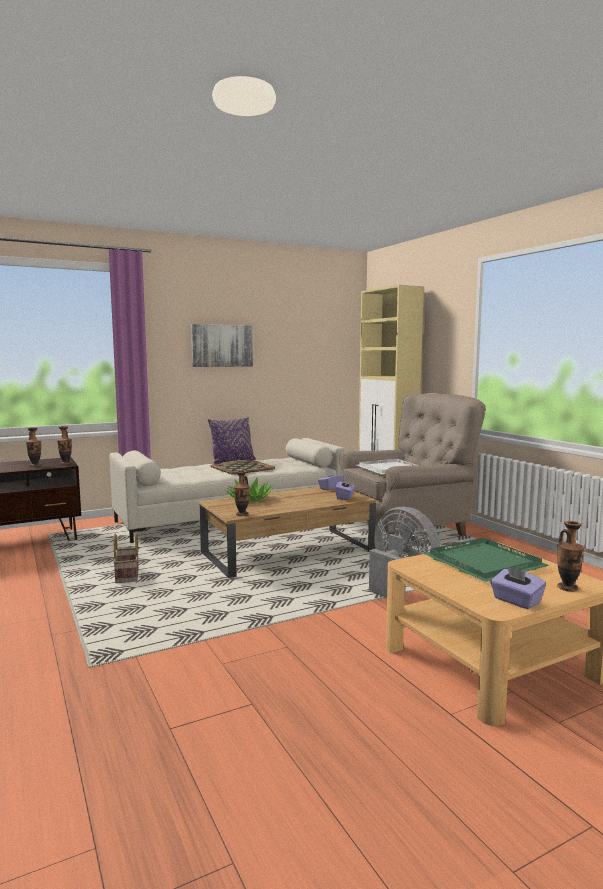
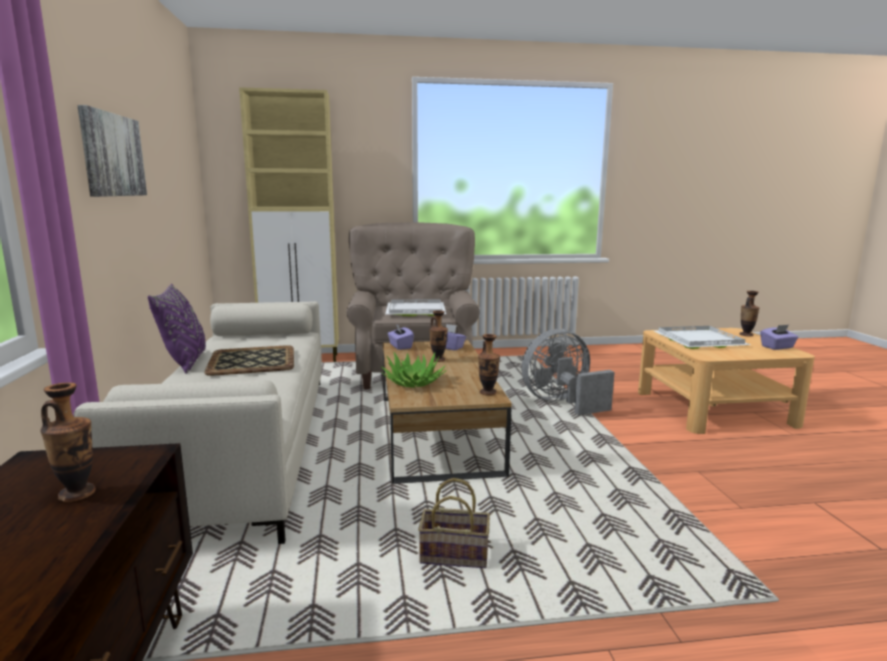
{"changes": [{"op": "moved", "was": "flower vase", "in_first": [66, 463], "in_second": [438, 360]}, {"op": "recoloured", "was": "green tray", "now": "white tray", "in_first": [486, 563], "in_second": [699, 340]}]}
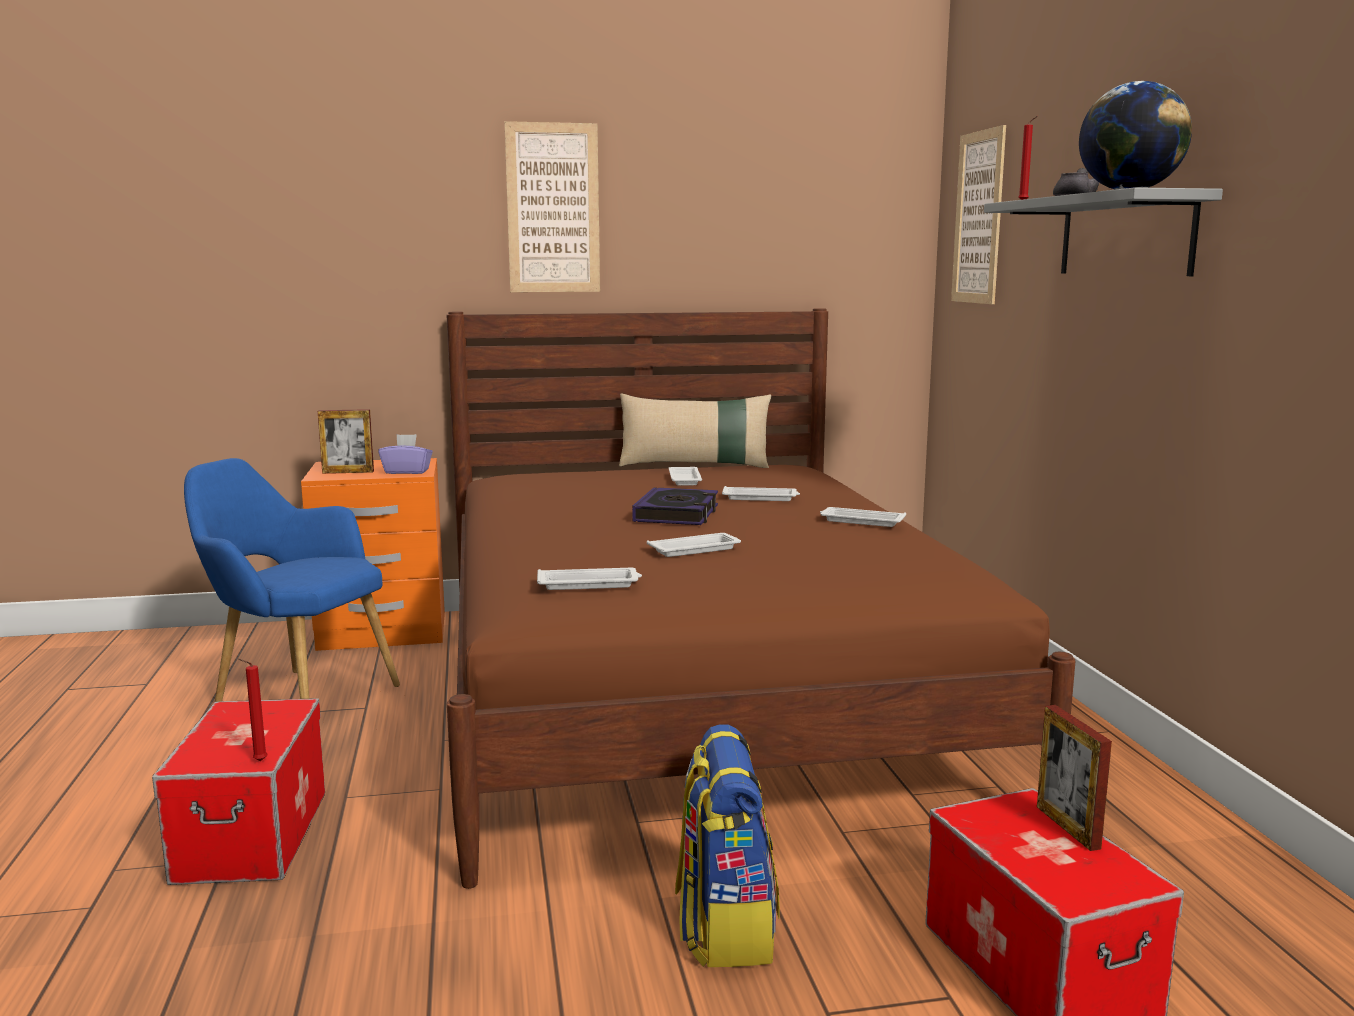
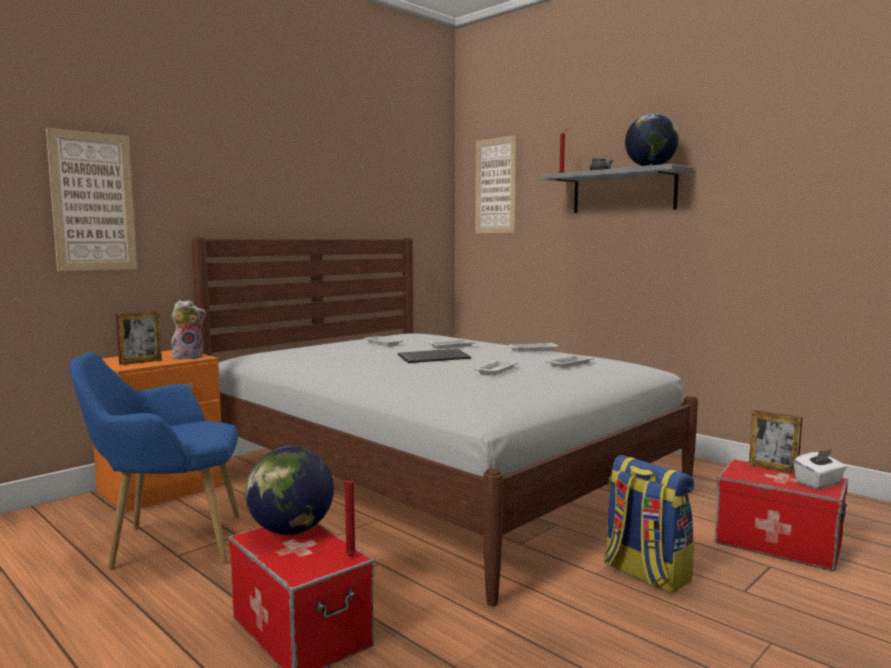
{"changes": [{"op": "removed", "was": "beige cushion", "in_first": [695, 465]}, {"op": "added", "now": "world globe", "in_second": [291, 530]}, {"op": "added", "now": "white tissue holder", "in_second": [818, 483]}, {"op": "moved", "was": "wall picture", "in_first": [553, 208], "in_second": [93, 202]}, {"op": "moved", "was": "white tray", "in_first": [590, 584], "in_second": [570, 364]}, {"op": "replaced", "was": "purple tissue holder", "now": "plush toy", "in_first": [407, 471], "in_second": [188, 357]}, {"op": "replaced", "was": "book", "now": "PC keyboard", "in_first": [677, 514], "in_second": [434, 358]}, {"op": "recoloured", "was": "brown bedroom bed", "now": "white bedroom bed", "in_first": [693, 695], "in_second": [436, 477]}]}
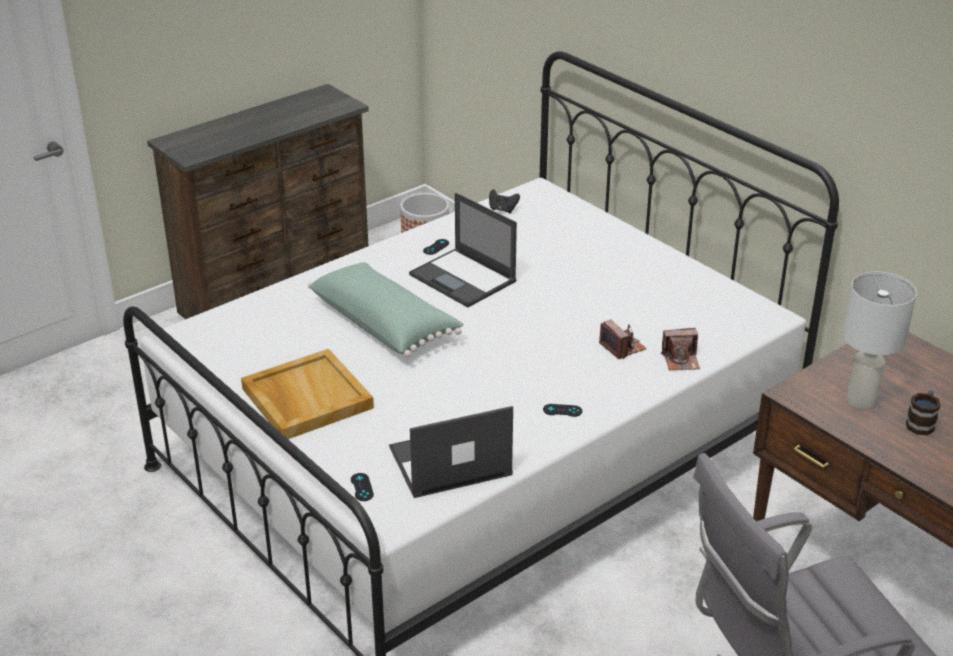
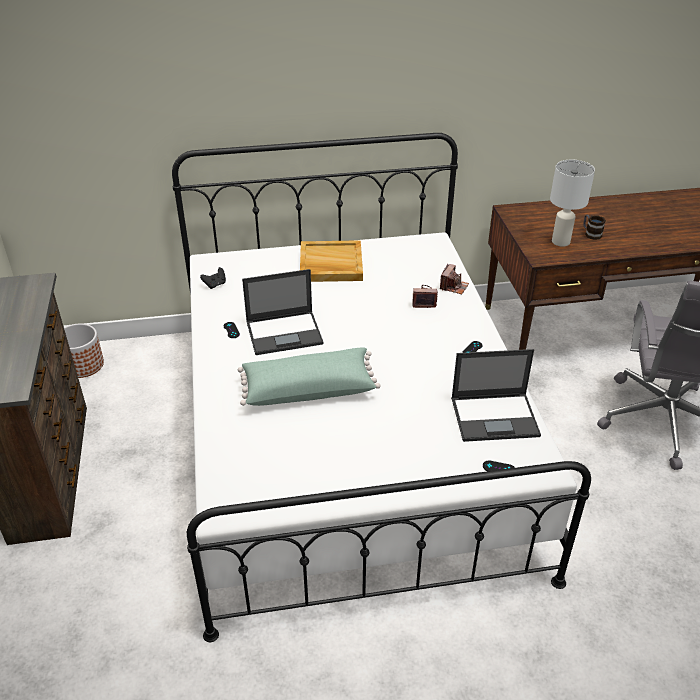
{"changes": [{"op": "moved", "was": "beige tray", "in_first": [306, 398], "in_second": [330, 264]}, {"op": "turned", "was": "notebook computer", "in_first": [448, 462], "in_second": [495, 417], "clockwise": -105}]}
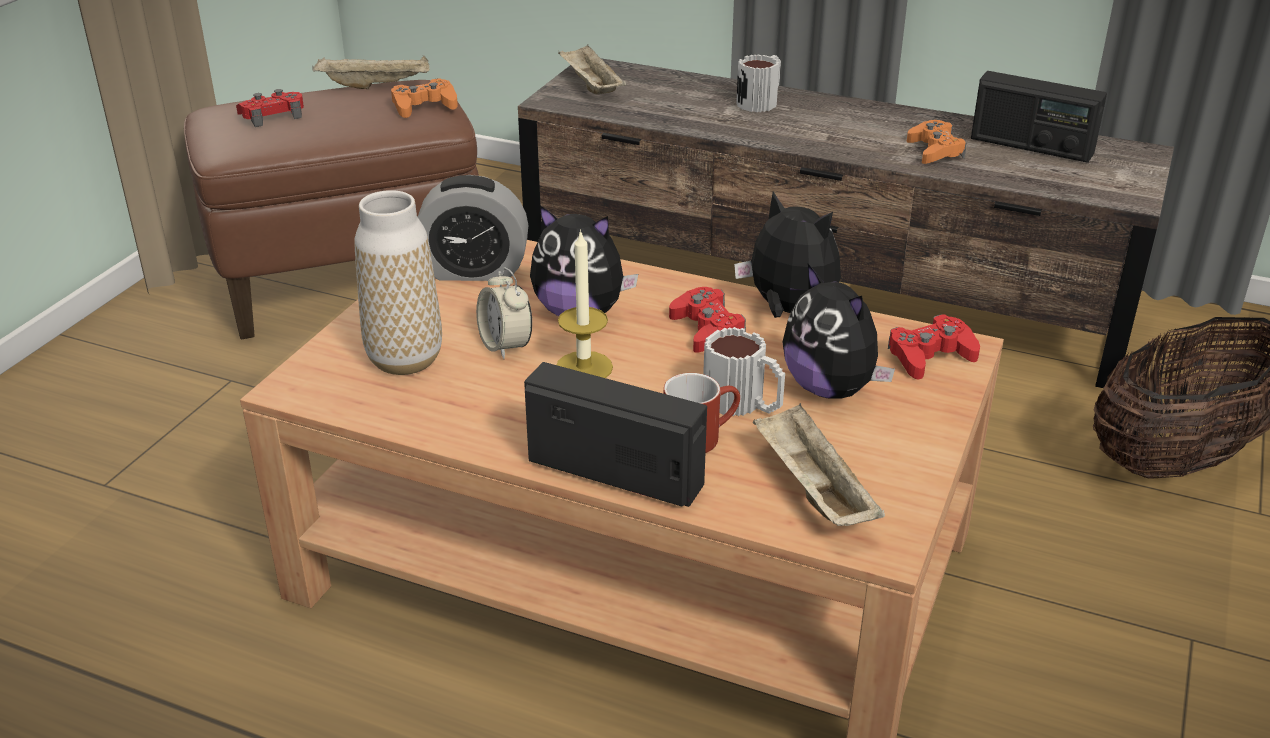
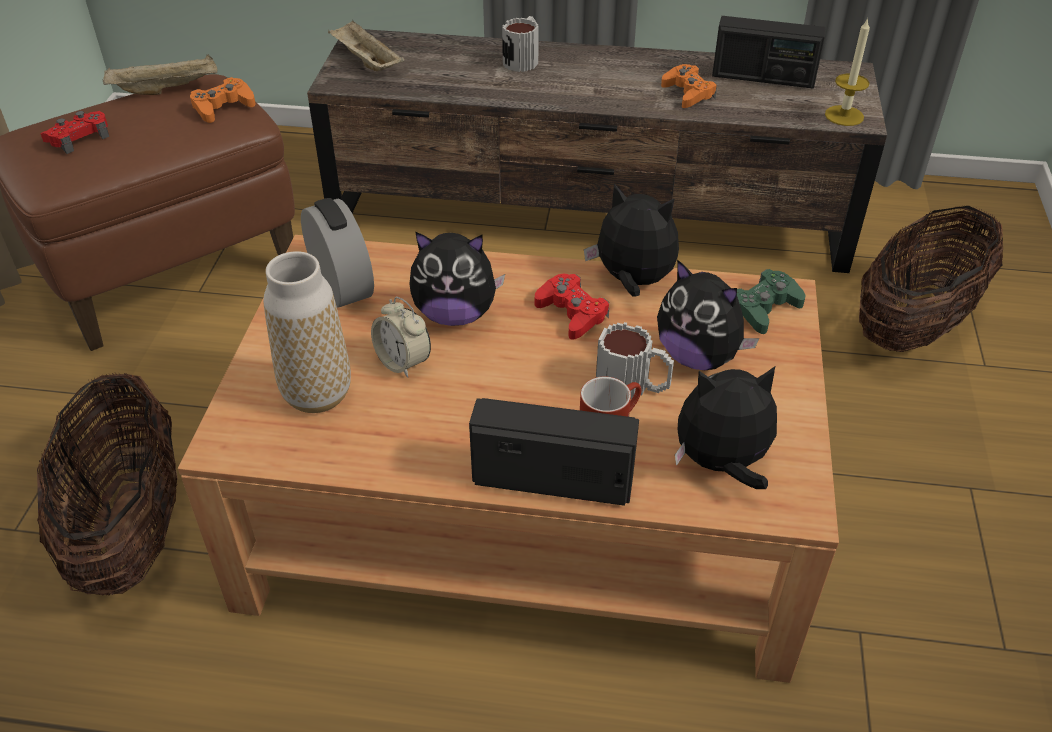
{"changes": [{"op": "added", "now": "basket", "in_second": [131, 528]}, {"op": "moved", "was": "wax light", "in_first": [584, 367], "in_second": [844, 115]}, {"op": "replaced", "was": "beige tray", "now": "plush toy", "in_first": [811, 489], "in_second": [721, 464]}, {"op": "recoloured", "was": "red-coloured game controller", "now": "green game controller", "in_first": [930, 356], "in_second": [764, 308]}, {"op": "turned", "was": "table clock", "in_first": [474, 271], "in_second": [341, 284], "clockwise": -105}]}
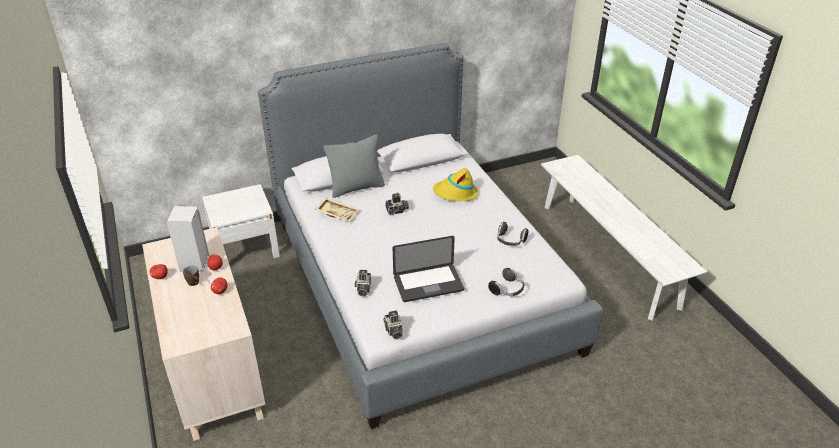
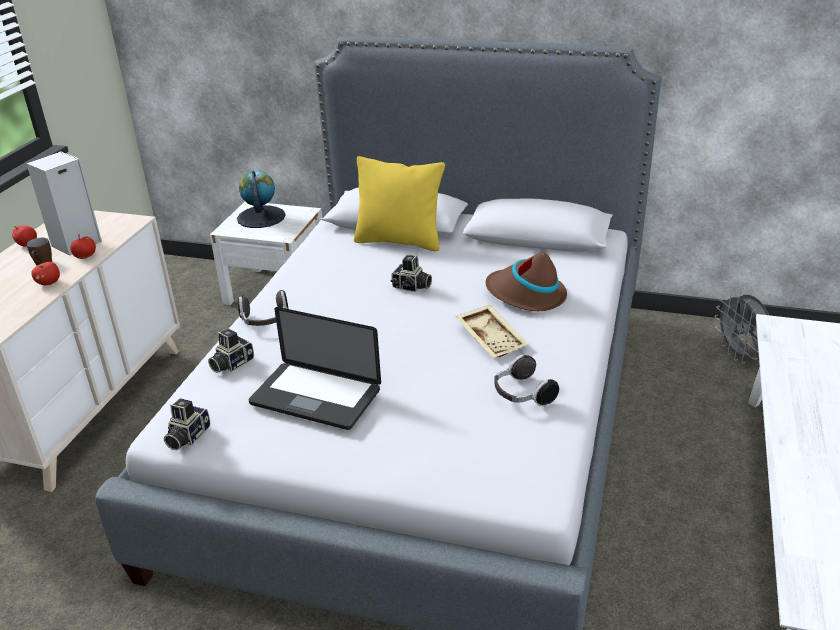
{"changes": [{"op": "added", "now": "world globe", "in_second": [261, 217]}, {"op": "added", "now": "grey fan", "in_second": [740, 355]}, {"op": "moved", "was": "beige tray", "in_first": [338, 213], "in_second": [492, 338]}, {"op": "moved", "was": "headset", "in_first": [507, 290], "in_second": [265, 321]}, {"op": "recoloured", "was": "grey cushion", "now": "yellow cushion", "in_first": [356, 187], "in_second": [399, 241]}, {"op": "recoloured", "was": "yellow wearable hat", "now": "brown wearable hat", "in_first": [455, 193], "in_second": [525, 295]}]}
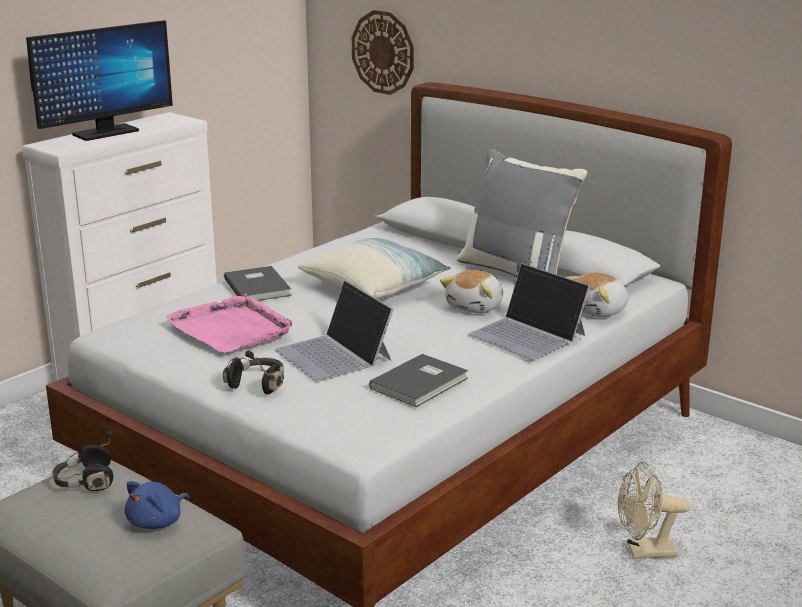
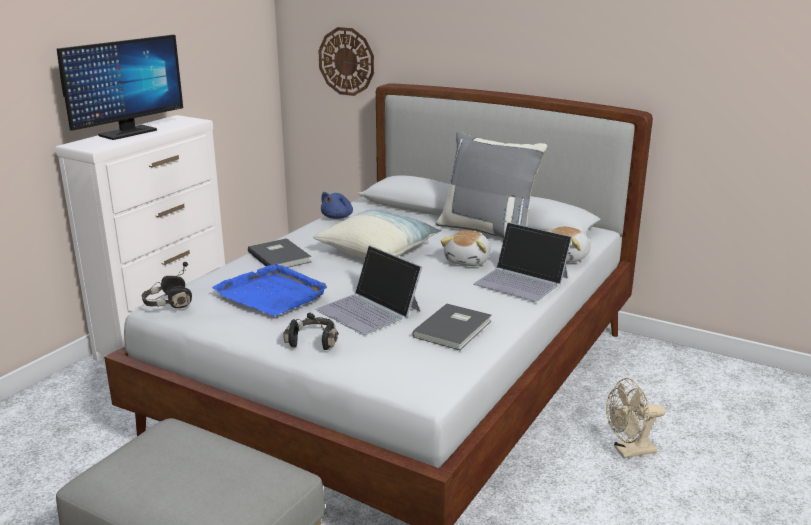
{"changes": [{"op": "moved", "was": "black-coloured headset", "in_first": [86, 482], "in_second": [168, 303]}, {"op": "moved", "was": "blue-coloured plush toy", "in_first": [157, 522], "in_second": [338, 217]}, {"op": "recoloured", "was": "pink-coloured tray", "now": "blue-coloured tray", "in_first": [232, 328], "in_second": [272, 294]}]}
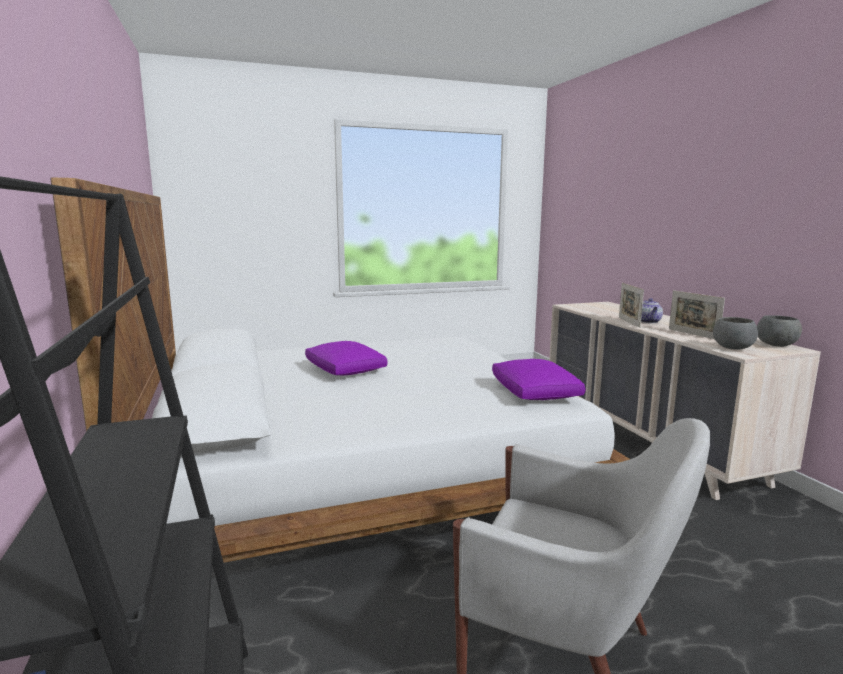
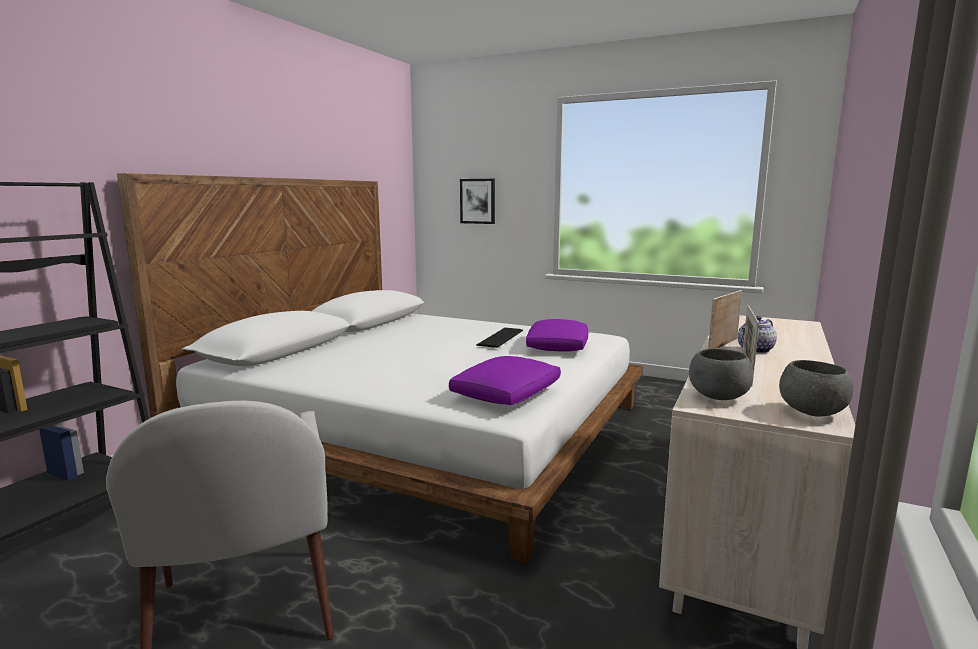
{"changes": [{"op": "added", "now": "wall picture", "in_second": [477, 201]}, {"op": "added", "now": "PC keyboard", "in_second": [499, 338]}, {"op": "moved", "was": "purple cushion", "in_first": [344, 369], "in_second": [557, 346]}]}
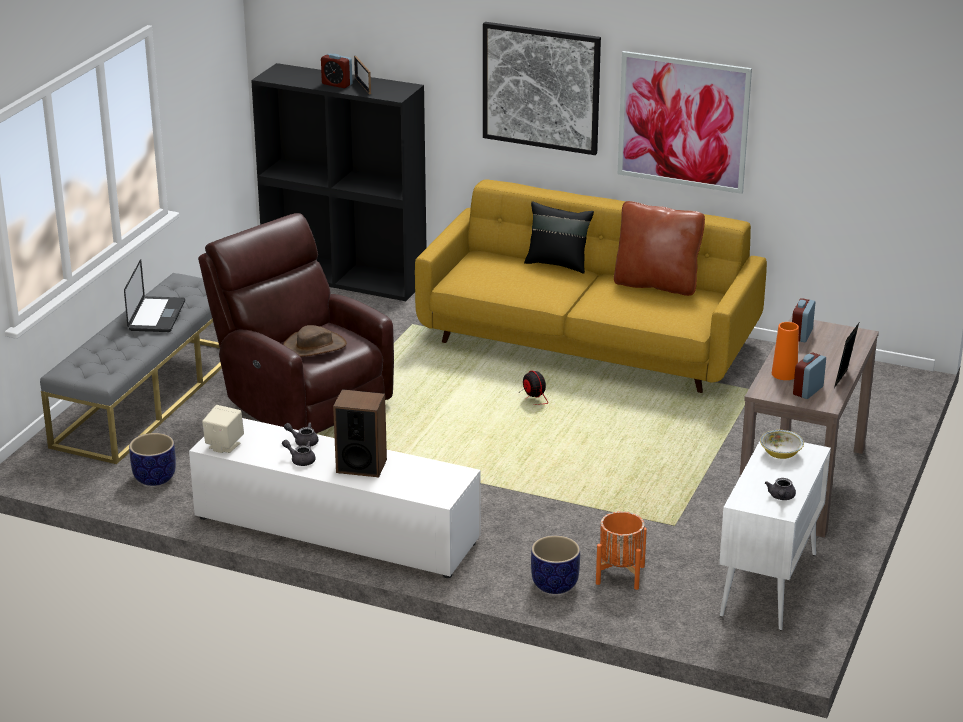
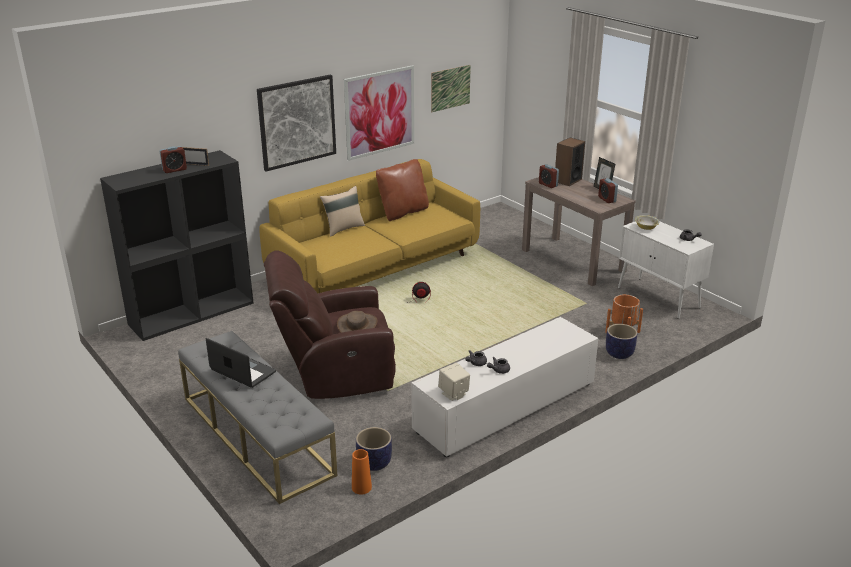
{"changes": [{"op": "added", "now": "wall picture", "in_second": [450, 88]}, {"op": "moved", "was": "speaker", "in_first": [361, 466], "in_second": [567, 180]}, {"op": "moved", "was": "orange-coloured flower vase", "in_first": [784, 374], "in_second": [361, 487]}, {"op": "recoloured", "was": "black-coloured cushion", "now": "beige cushion", "in_first": [558, 264], "in_second": [343, 228]}]}
